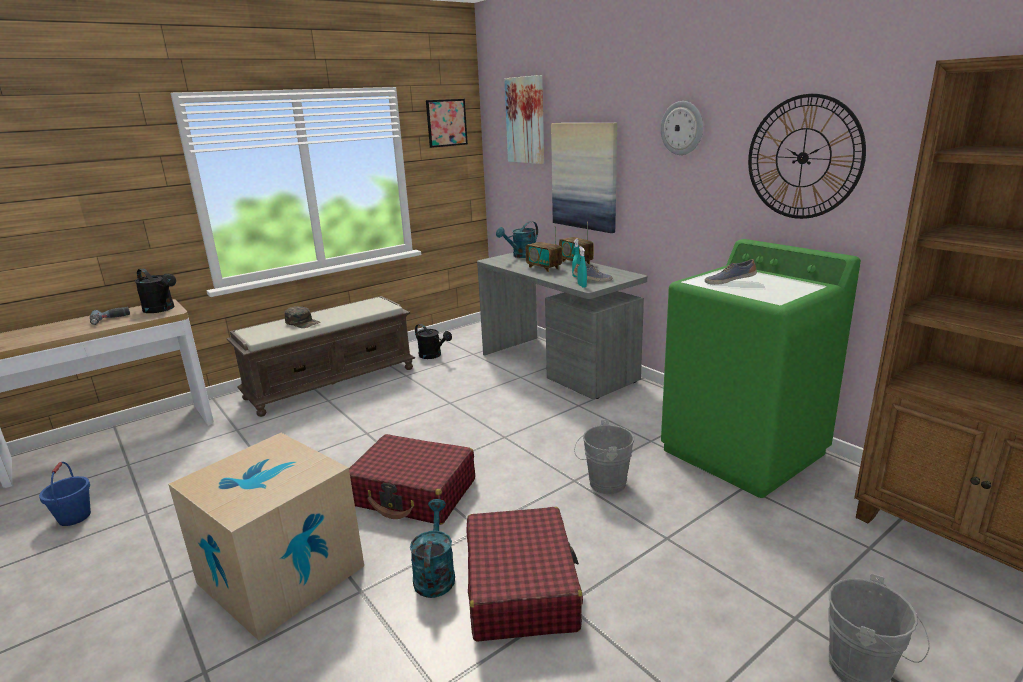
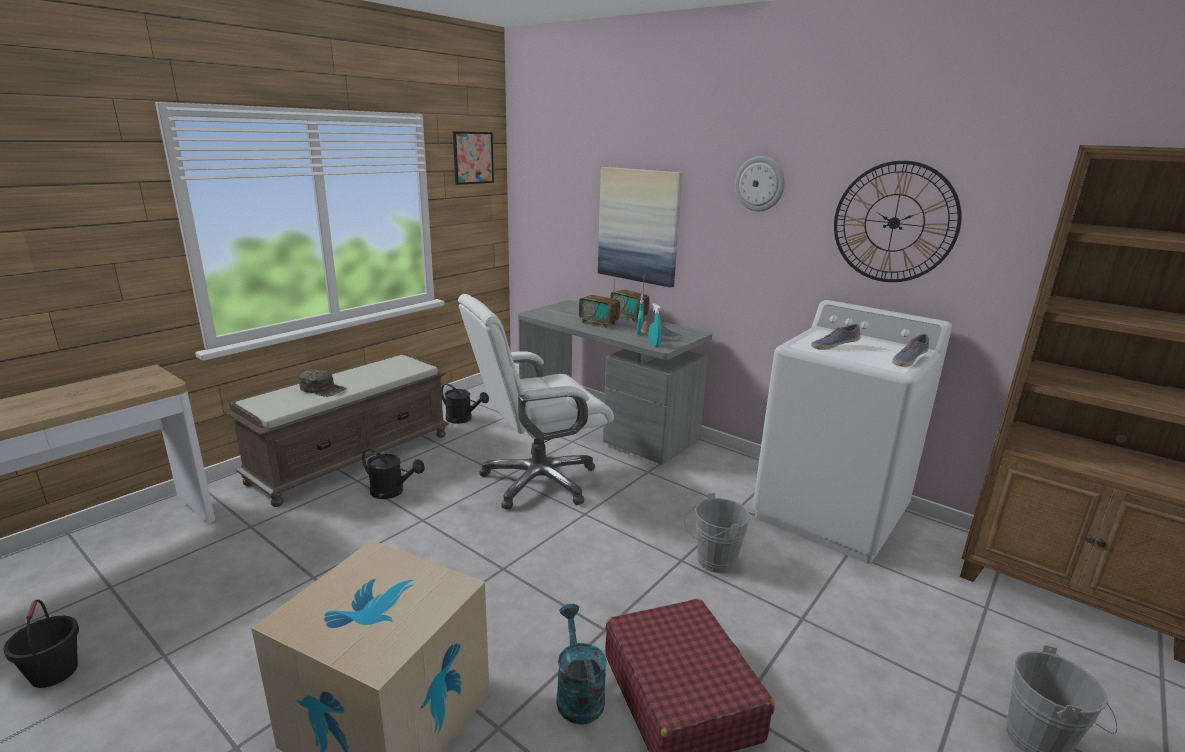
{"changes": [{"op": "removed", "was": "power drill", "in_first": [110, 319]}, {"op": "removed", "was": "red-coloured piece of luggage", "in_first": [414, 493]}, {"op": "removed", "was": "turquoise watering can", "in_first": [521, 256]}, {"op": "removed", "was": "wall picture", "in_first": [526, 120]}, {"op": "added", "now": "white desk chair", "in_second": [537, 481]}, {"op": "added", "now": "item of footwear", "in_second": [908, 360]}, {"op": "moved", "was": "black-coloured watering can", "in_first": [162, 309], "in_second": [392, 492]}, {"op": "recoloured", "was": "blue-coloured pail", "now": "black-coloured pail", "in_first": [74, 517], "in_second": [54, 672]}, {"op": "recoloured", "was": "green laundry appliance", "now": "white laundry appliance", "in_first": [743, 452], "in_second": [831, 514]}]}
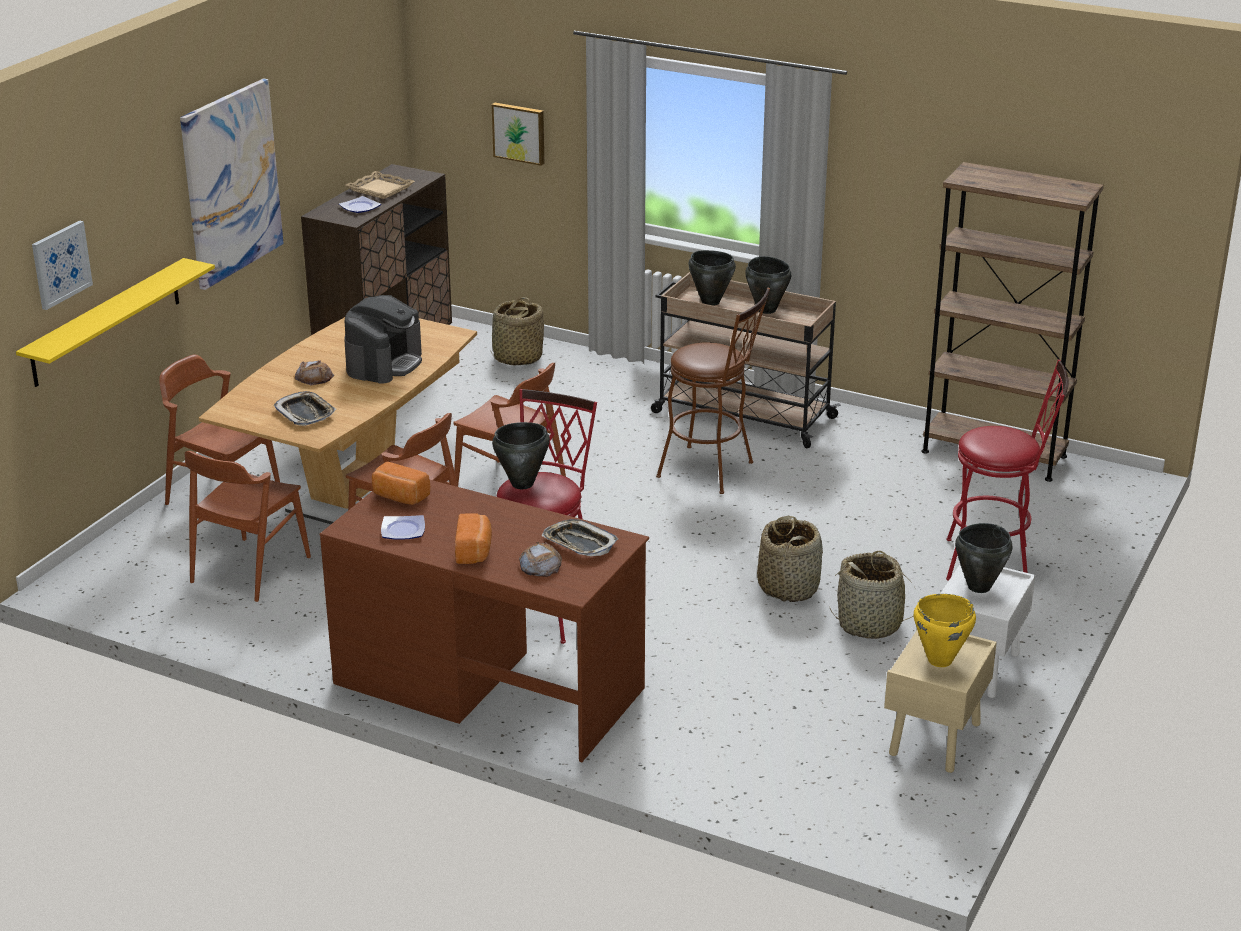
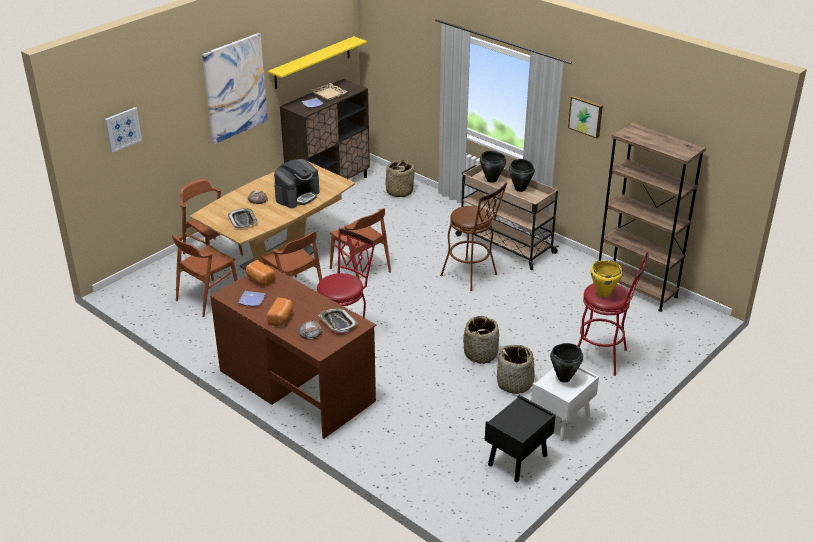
{"changes": [{"op": "removed", "was": "black-coloured saucepot", "in_first": [523, 484]}, {"op": "moved", "was": "yellow bracket shelf", "in_first": [106, 322], "in_second": [312, 62]}, {"op": "moved", "was": "wall picture", "in_first": [519, 133], "in_second": [586, 116]}, {"op": "moved", "was": "yellow saucepot", "in_first": [939, 660], "in_second": [603, 294]}, {"op": "recoloured", "was": "beige nightstand", "now": "black-coloured nightstand", "in_first": [935, 740], "in_second": [517, 461]}]}
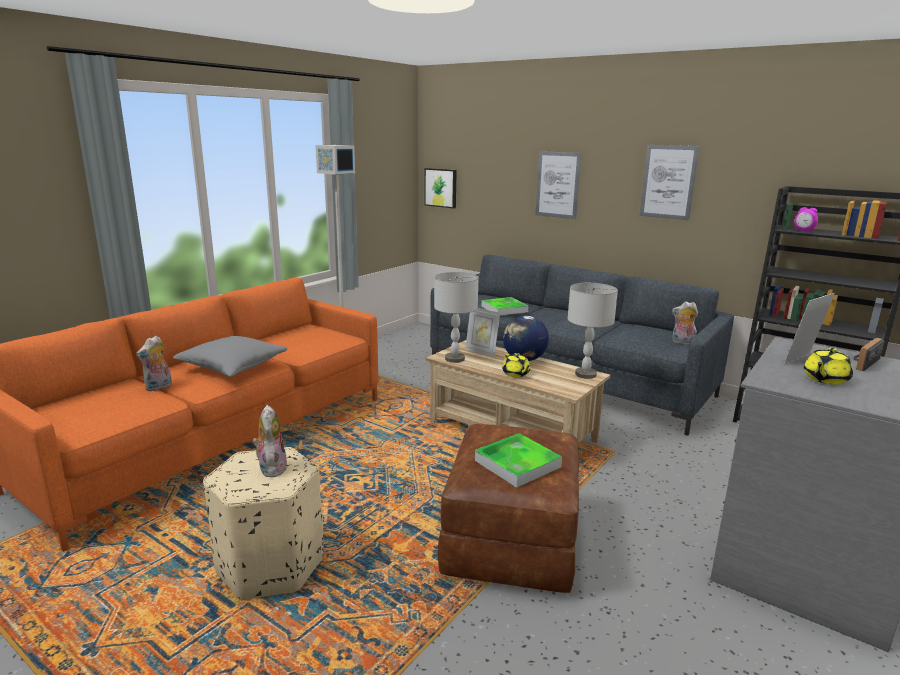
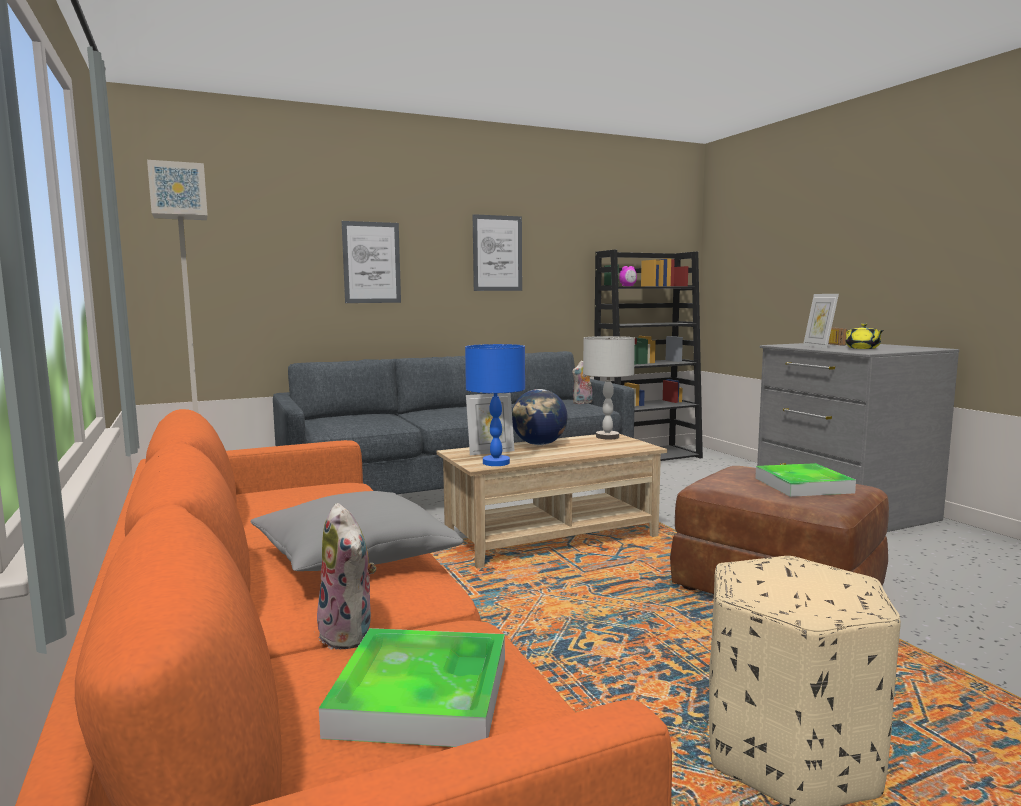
{"changes": [{"op": "removed", "was": "plush toy", "in_first": [271, 468]}, {"op": "removed", "was": "wall picture", "in_first": [441, 187]}, {"op": "removed", "was": "yellow tea pot", "in_first": [516, 374]}, {"op": "moved", "was": "tray", "in_first": [504, 309], "in_second": [421, 695]}, {"op": "recoloured", "was": "grey table lamp", "now": "blue-coloured table lamp", "in_first": [454, 359], "in_second": [496, 463]}]}
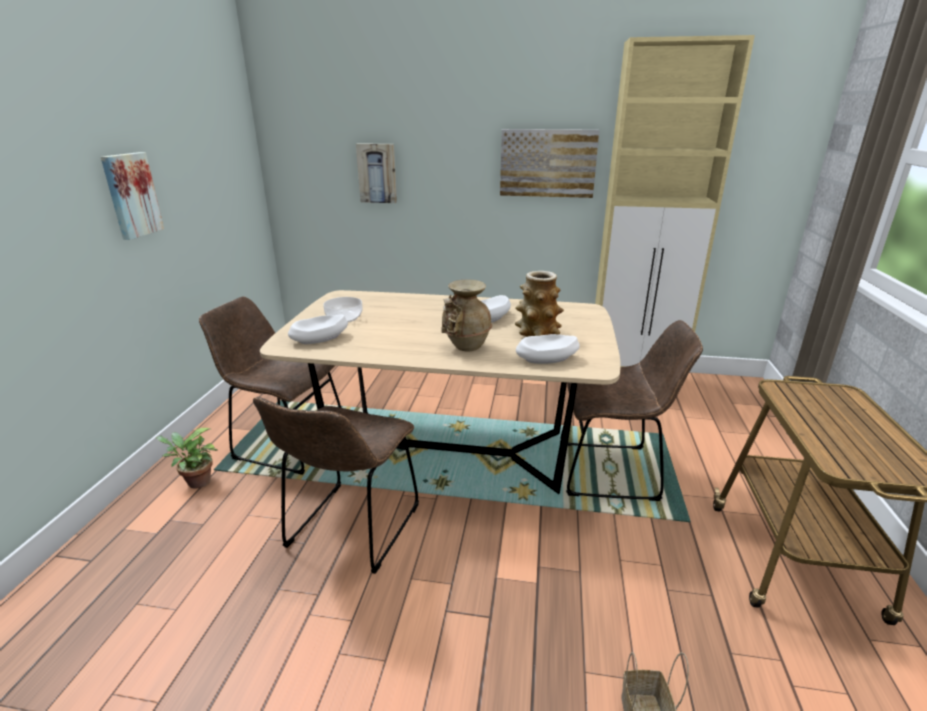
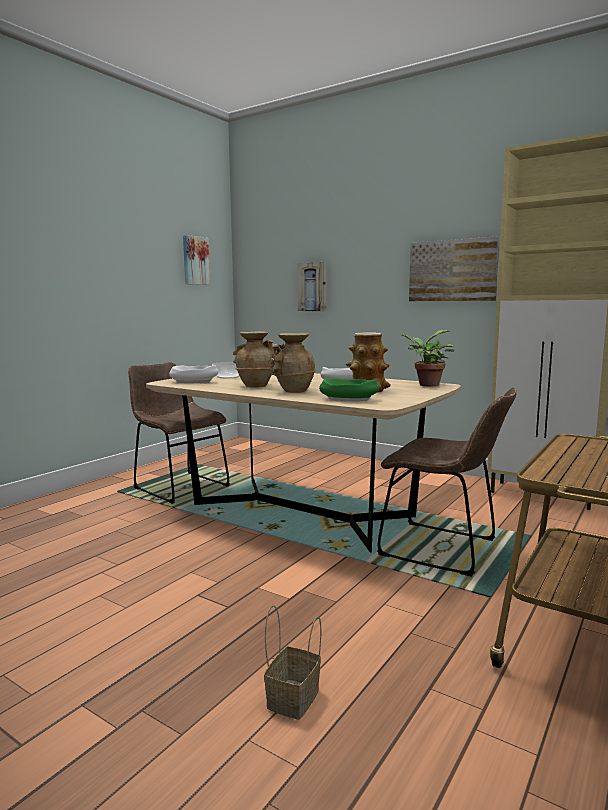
{"changes": [{"op": "removed", "was": "brown upright chair", "in_first": [350, 531]}, {"op": "added", "now": "beige flower vase", "in_second": [255, 385]}, {"op": "moved", "was": "wall picture", "in_first": [131, 195], "in_second": [195, 260]}, {"op": "moved", "was": "houseplant", "in_first": [196, 482], "in_second": [426, 385]}, {"op": "recoloured", "was": "white deep dish", "now": "green deep dish", "in_first": [547, 359], "in_second": [349, 399]}]}
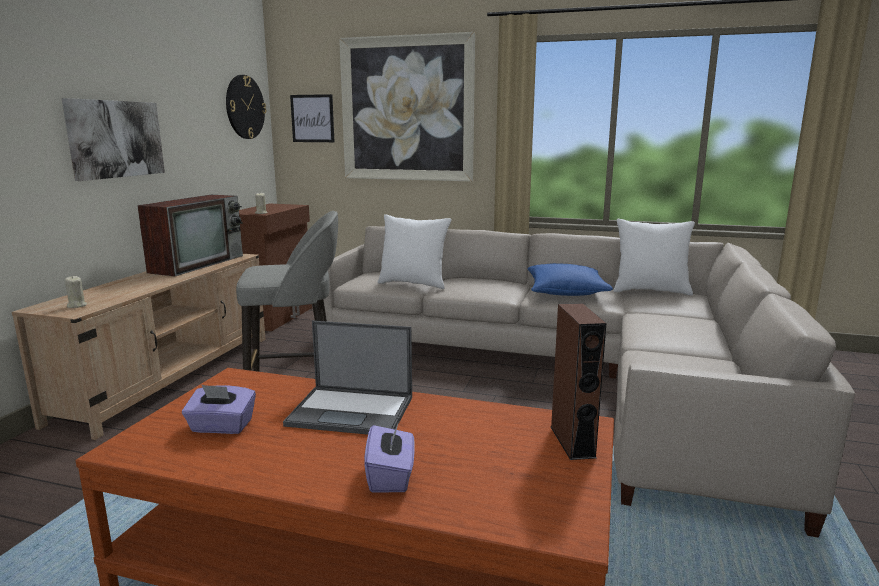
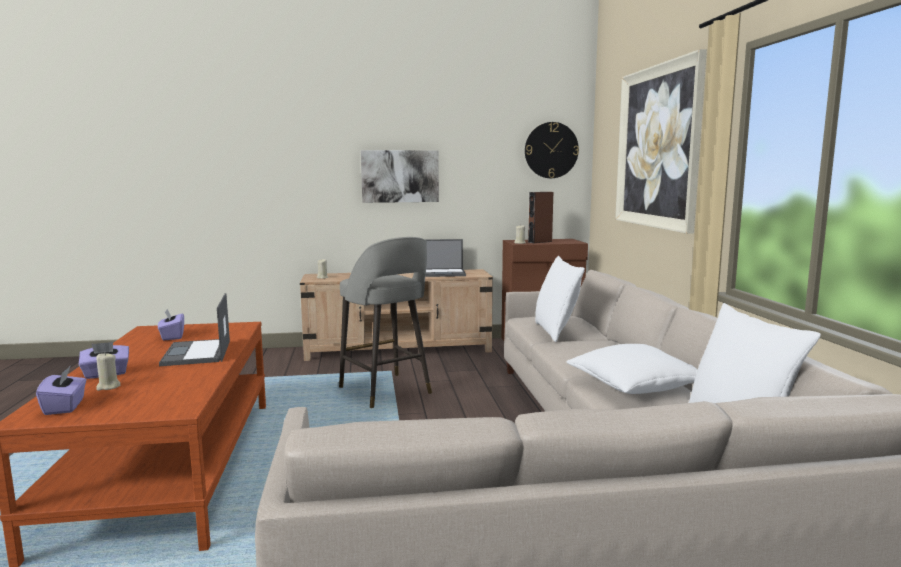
{"changes": [{"op": "removed", "was": "wall picture", "in_first": [312, 118]}, {"op": "added", "now": "purple tissue holder", "in_second": [65, 406]}, {"op": "added", "now": "beige wax light", "in_second": [108, 387]}, {"op": "moved", "was": "brown speaker", "in_first": [572, 441], "in_second": [540, 242]}, {"op": "replaced", "was": "TV", "now": "notebook computer", "in_first": [198, 263], "in_second": [443, 273]}, {"op": "recoloured", "was": "blue-coloured cushion", "now": "white cushion", "in_first": [566, 292], "in_second": [635, 386]}]}
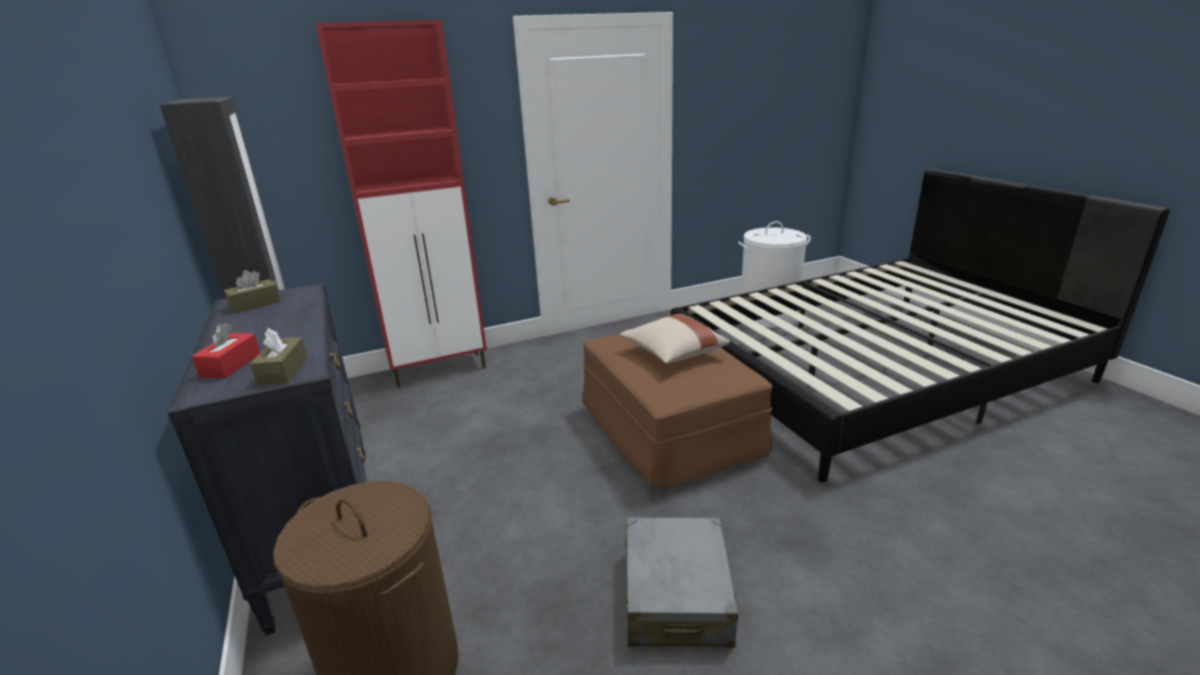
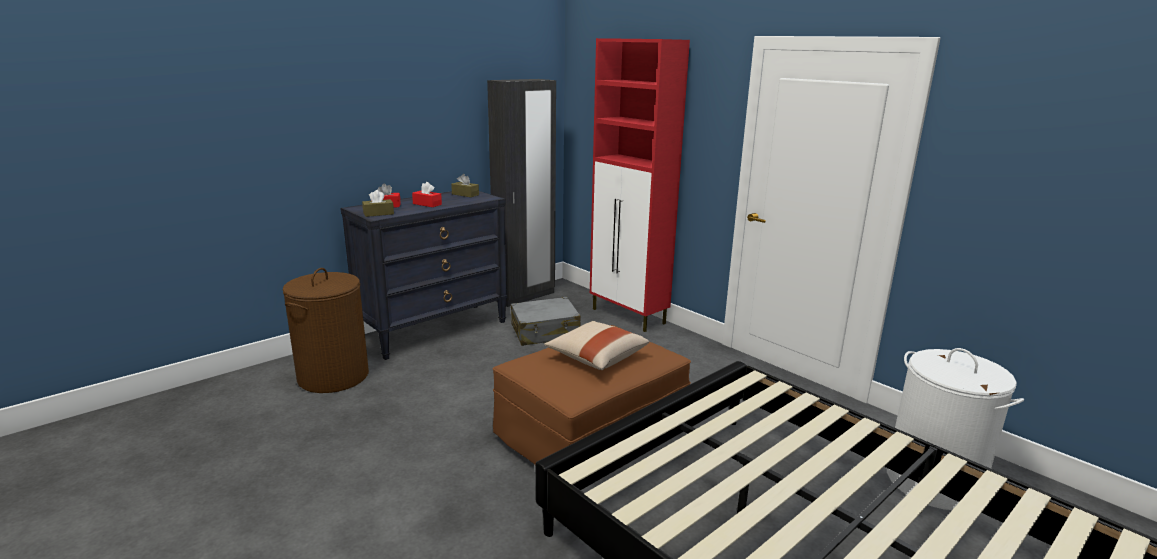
{"changes": [{"op": "added", "now": "red-coloured tissue holder", "in_second": [427, 204]}, {"op": "moved", "was": "grey piece of luggage", "in_first": [676, 596], "in_second": [545, 332]}]}
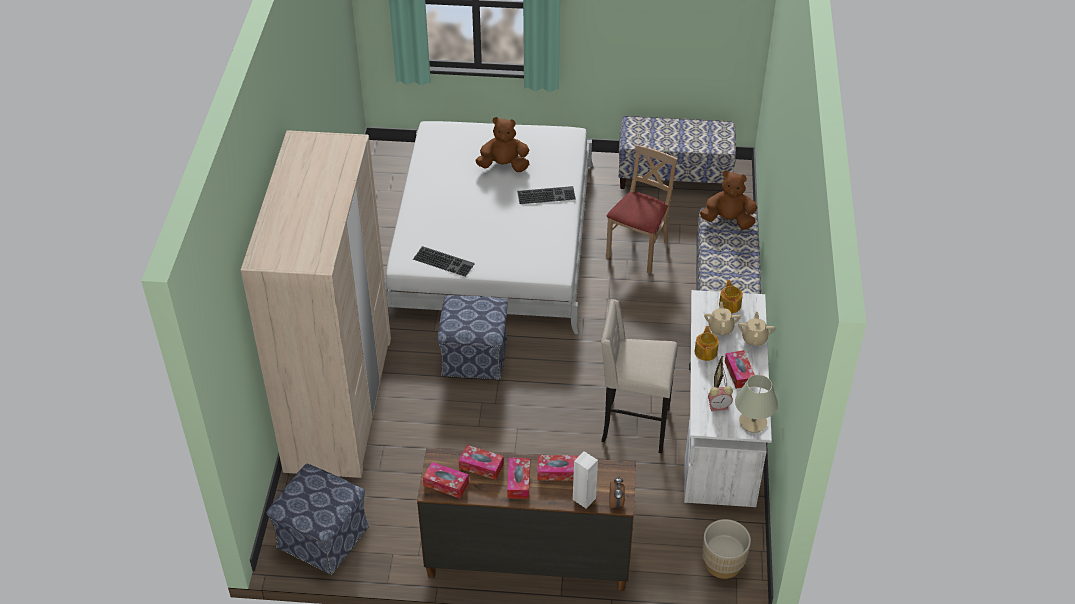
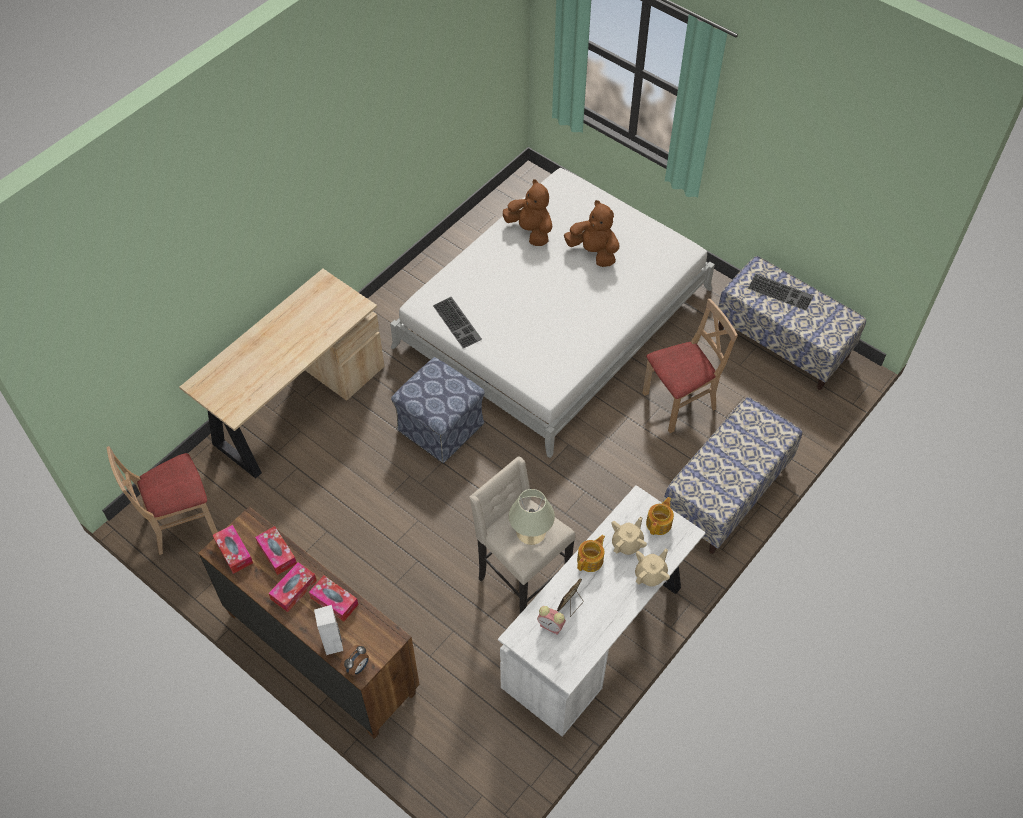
{"changes": [{"op": "removed", "was": "beige planter", "in_first": [723, 563]}, {"op": "removed", "was": "tissue holder", "in_first": [739, 373]}, {"op": "moved", "was": "PC keyboard", "in_first": [546, 195], "in_second": [781, 291]}, {"op": "moved", "was": "brown plush toy", "in_first": [728, 221], "in_second": [530, 231]}, {"op": "moved", "was": "beige table lamp", "in_first": [752, 422], "in_second": [530, 532]}, {"op": "replaced", "was": "beige wardrobe", "now": "beige desk unit", "in_first": [339, 402], "in_second": [295, 405]}, {"op": "replaced", "was": "ottoman", "now": "beige upright chair", "in_first": [322, 537], "in_second": [181, 523]}]}
